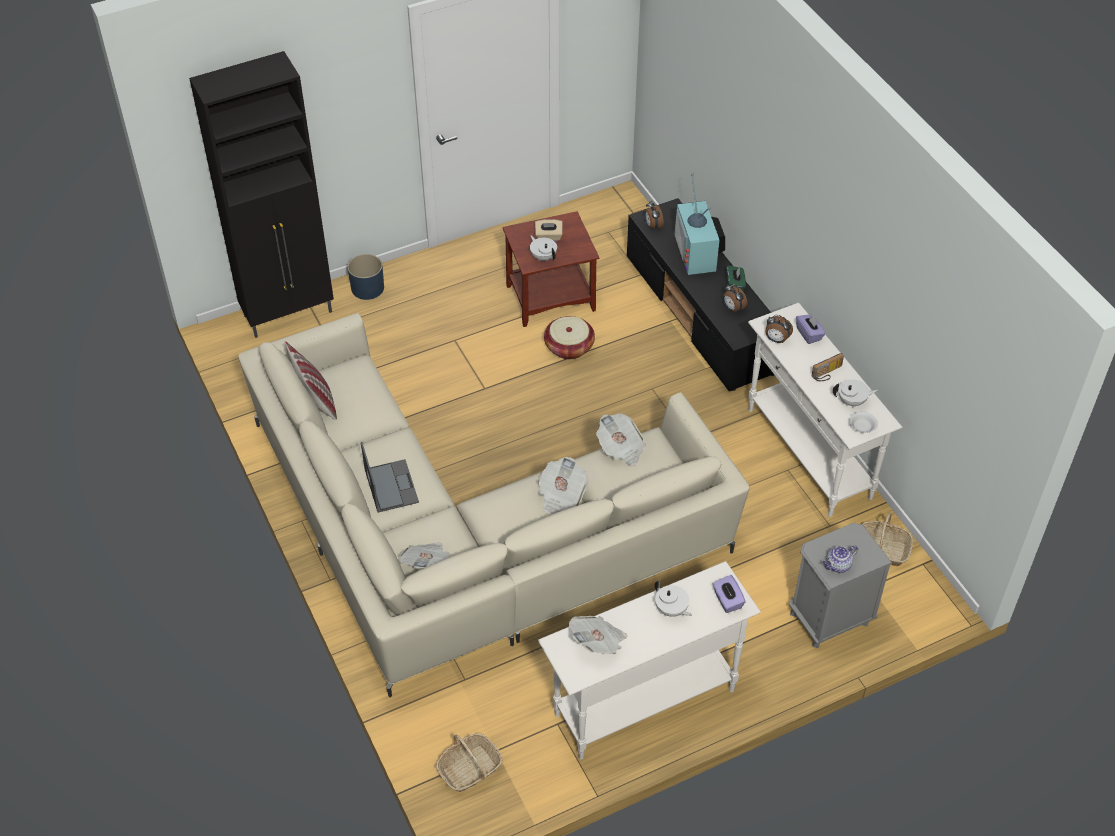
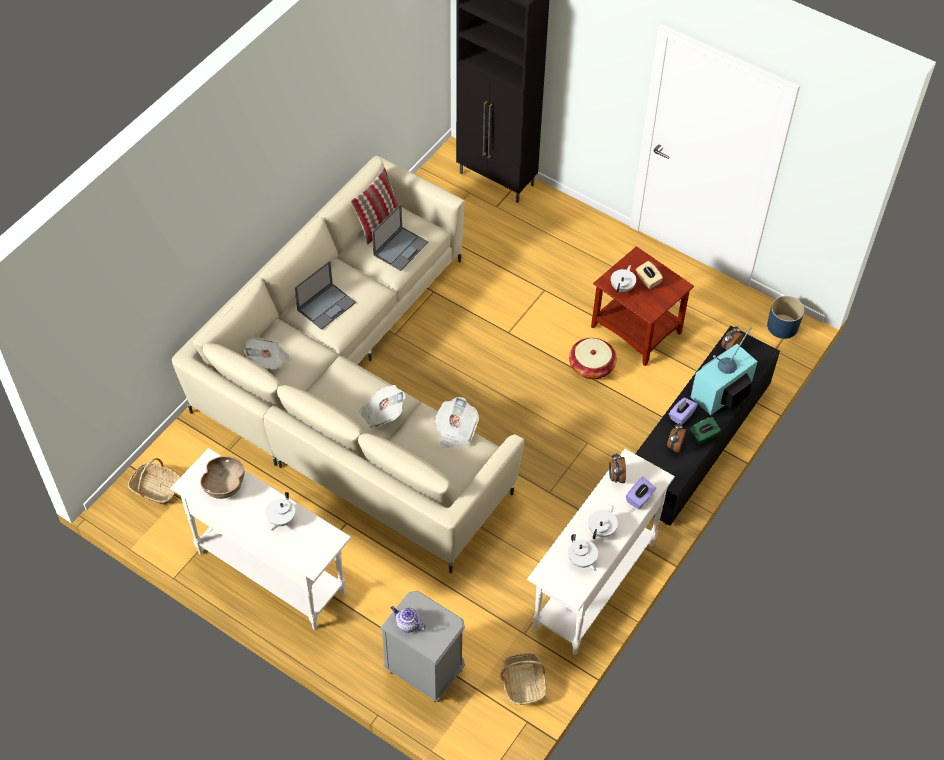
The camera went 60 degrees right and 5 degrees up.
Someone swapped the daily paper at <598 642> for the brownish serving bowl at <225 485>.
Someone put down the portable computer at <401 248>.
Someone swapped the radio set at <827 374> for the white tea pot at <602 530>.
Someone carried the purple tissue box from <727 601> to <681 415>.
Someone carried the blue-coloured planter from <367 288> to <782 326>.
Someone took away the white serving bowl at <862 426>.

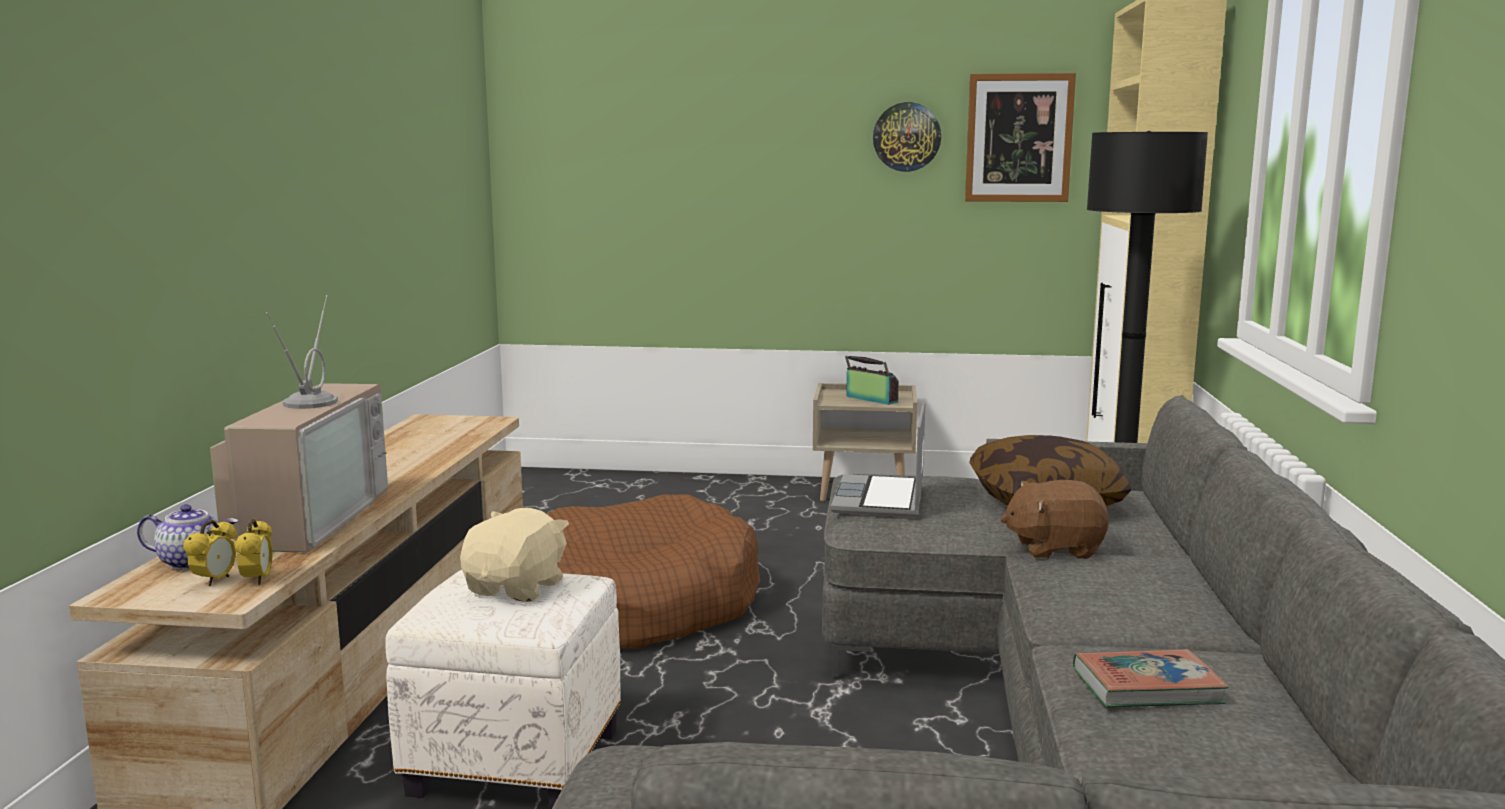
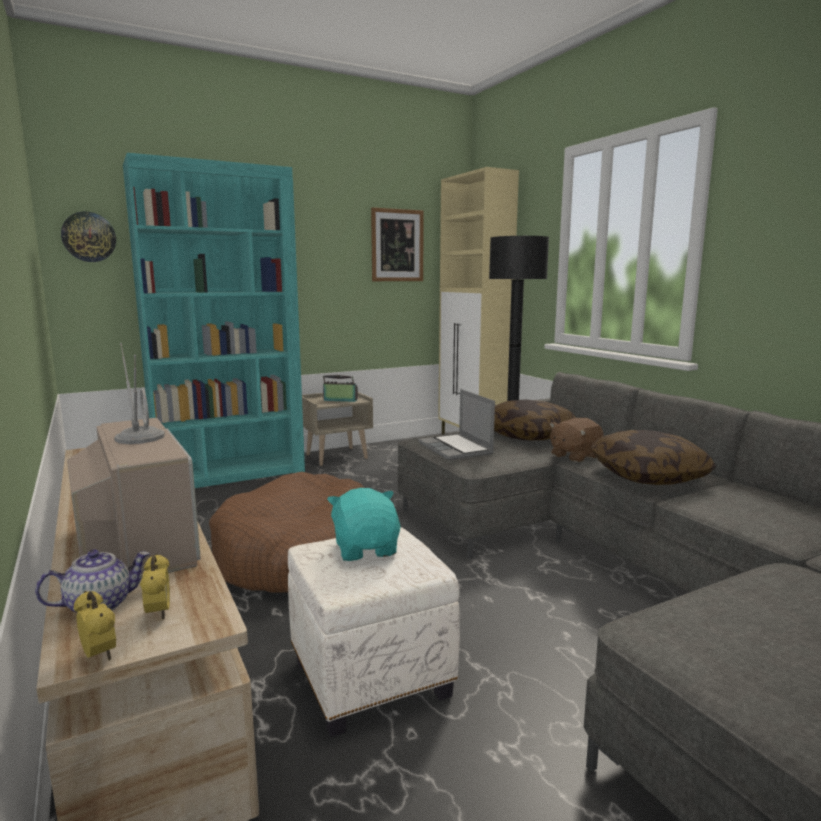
The camera went 35 degrees left and 0 degrees up.
Someone carried the clock on the wall from <906 137> to <89 237>.
Someone carried the alarm clock from <258 580> to <100 656>.
Someone put down the turquoise-coloured shelving unit at <230 473>.
Someone repainted the sand-coloured cuddly toy at <517 588>, which became the turquoise-coloured cuddly toy at <366 549>.
Someone put down the pillow at <648 475>.
Someone took away the book at <1147 687>.

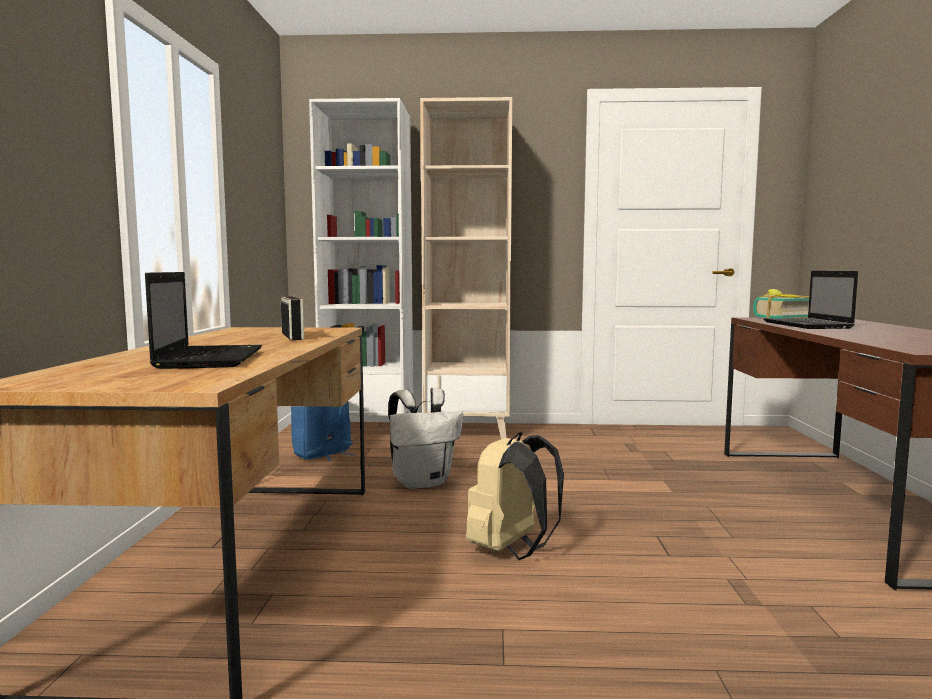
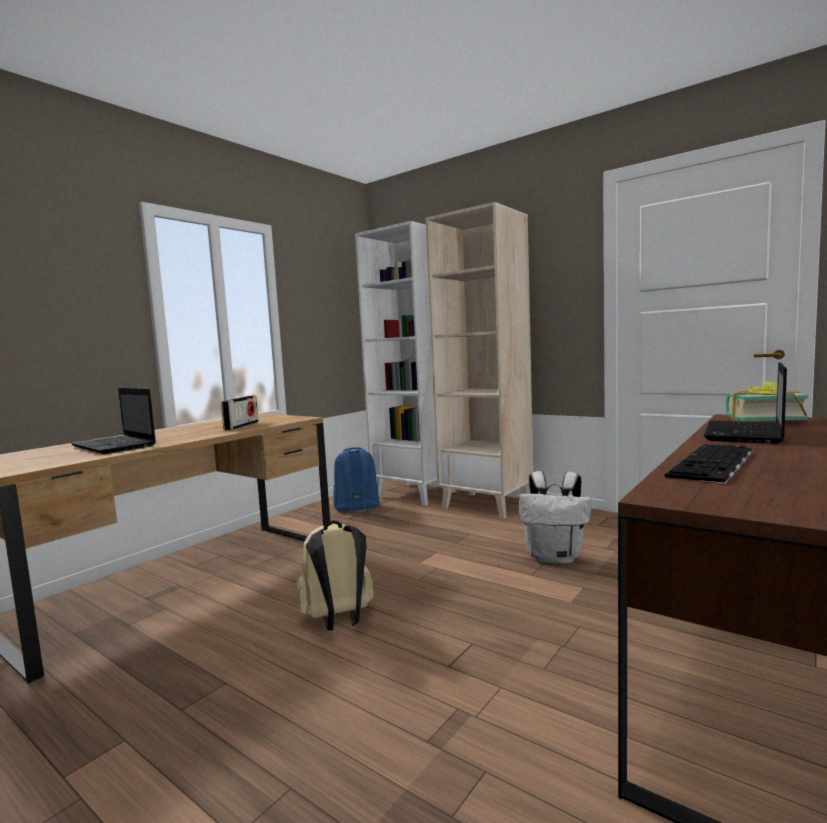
The camera went 35 degrees right and 0 degrees up.
Someone rotated the portable computer at <210 358> by 105 degrees clockwise.
Someone carried the white backpack from <422 482> to <555 557>.
Someone put down the computer keyboard at <713 464>.

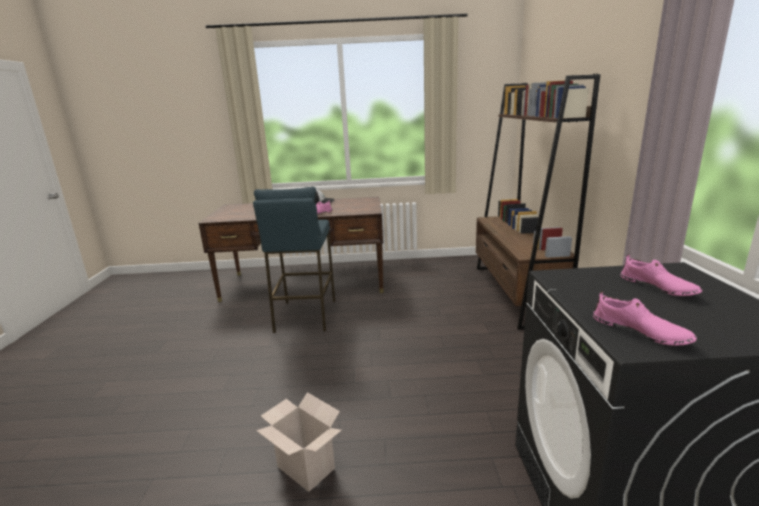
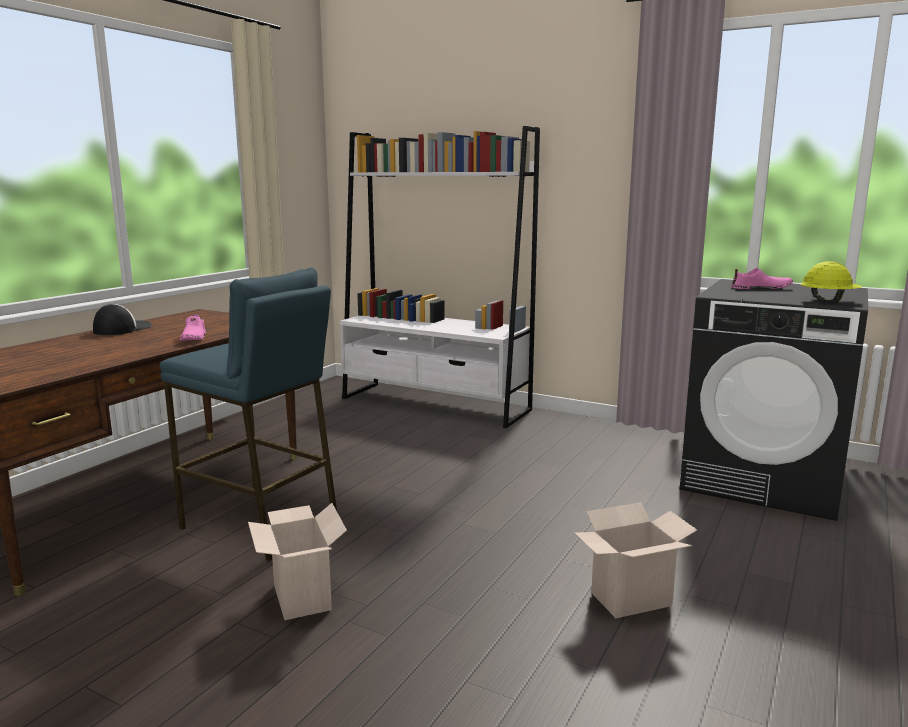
The camera went 60 degrees left and 5 degrees down.
Someone put down the cardboard box at <299 597>.
Someone repainted the brownish shelving unit at <516 293>, which became the white shelving unit at <435 404>.
Someone swapped the pink-coloured item of footwear at <639 331> for the yellowish hard hat at <828 301>.

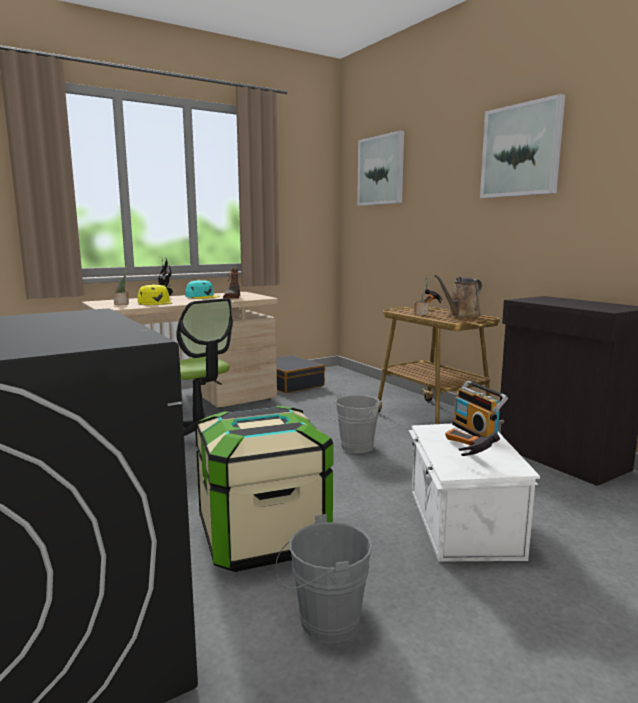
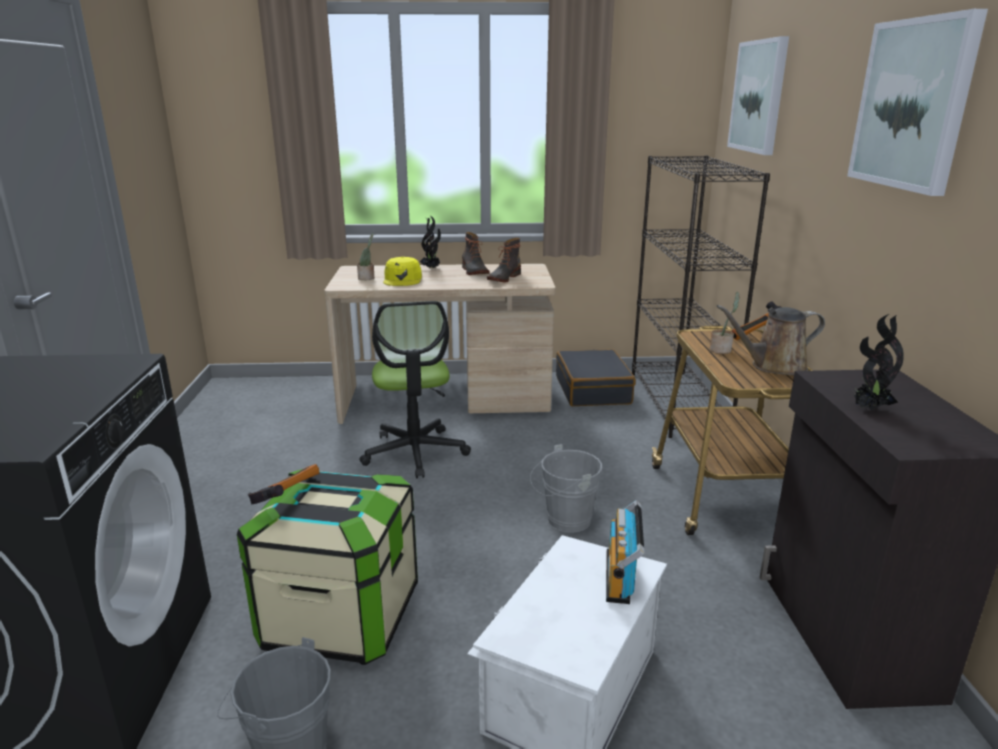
The camera went 30 degrees right and 10 degrees up.
Someone carried the hand hammer from <462 452> to <284 497>.
Someone swapped the turquoise-coloured baseball cap at <202 296> for the high-top boot at <473 271>.
Someone put down the black shelving unit at <678 402>.
Someone put down the potted plant at <869 409>.

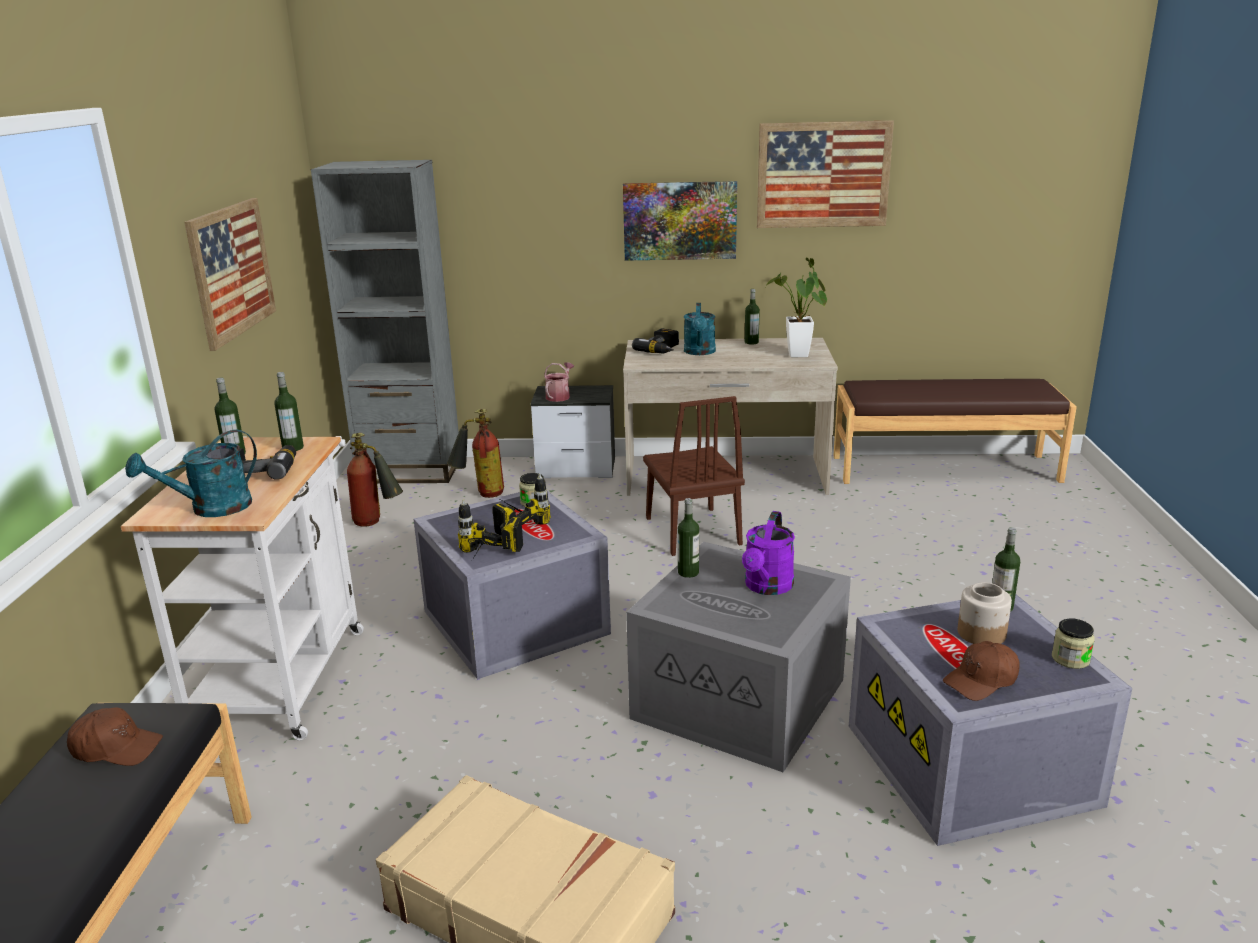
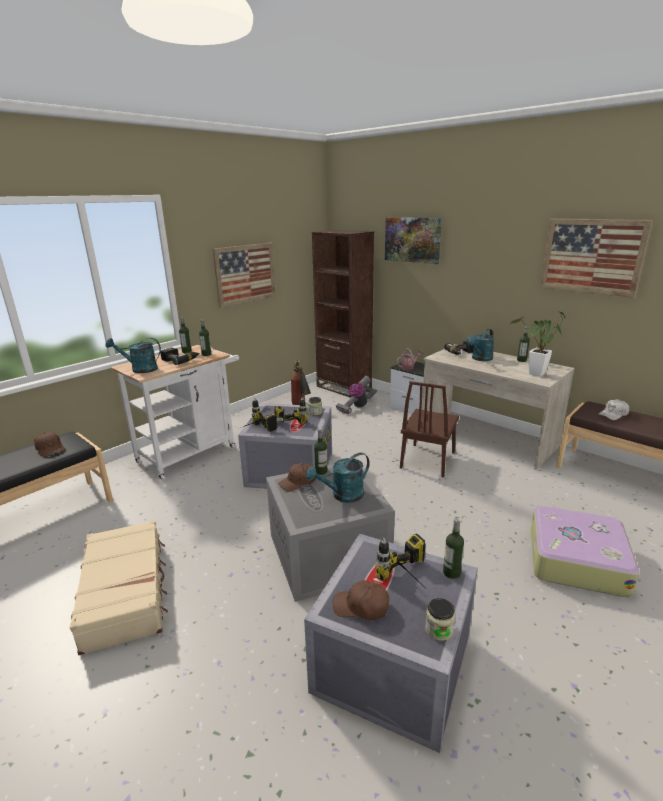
The camera went 40 degrees right and 0 degrees up.
Someone put down the brownish baseball cap at <298 482>.
Someone repainted the purple watering pot at <767 587>, which became the turquoise-coloured watering pot at <342 496>.
Someone repainted the gray shelving unit at <410 470>, which became the brownish shelving unit at <343 387>.
Someone swapped the fire-fighting cylinder at <480 493> for the vacuum cleaner at <357 406>.
Someone swapped the preserve jar at <981 634> for the drill at <410 581>.
Someone carried the wall art from <680 220> to <412 240>.
Someone put down the piece of luggage at <575 559>.
Someone put down the white baseball cap at <613 414>.

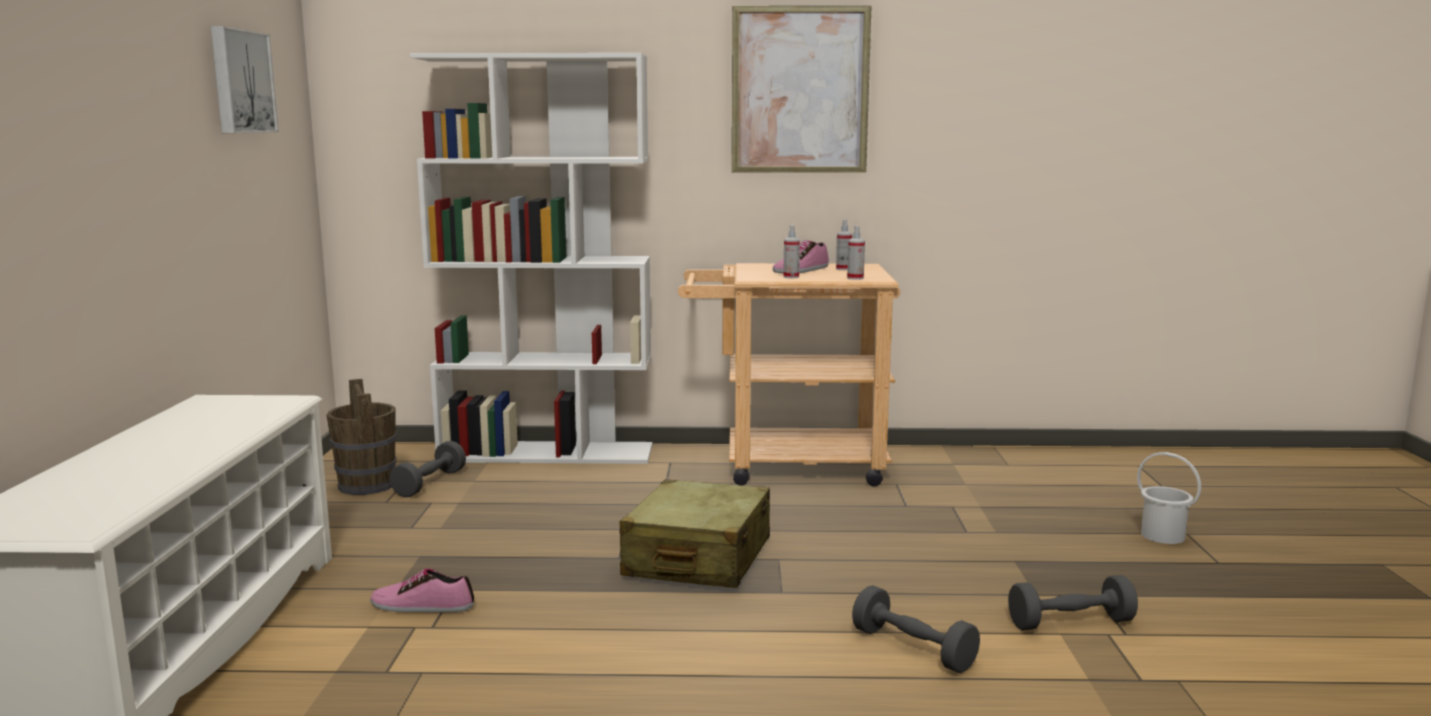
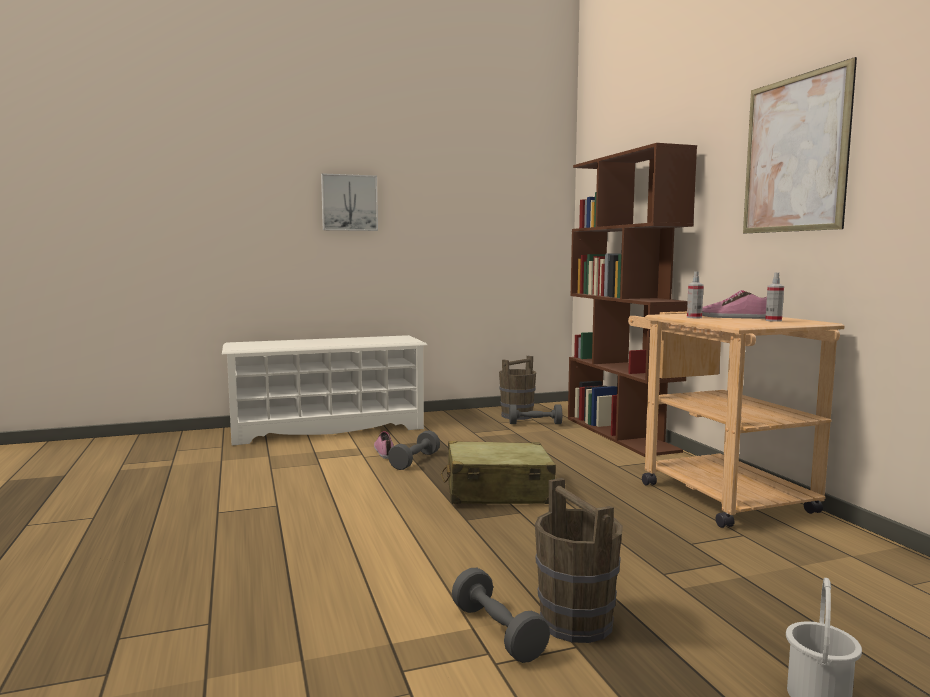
The camera went 70 degrees right and 5 degrees down.
Someone carried the wall art from <240 82> to <349 203>.
Someone carried the gray free weight from <913 649> to <415 461>.
Someone put down the brownish bucket at <576 621>.
Someone repainted the white shelving unit at <548 453>, which became the brownish shelving unit at <621 434>.
Someone took away the sprayer at <855 278>.

